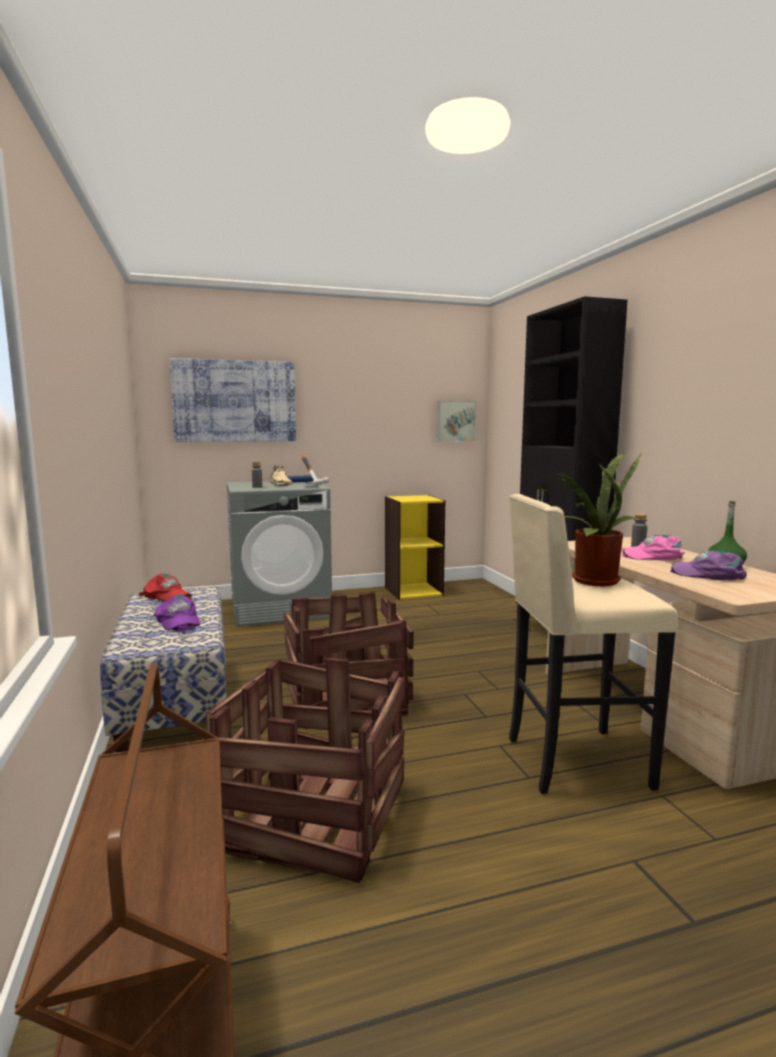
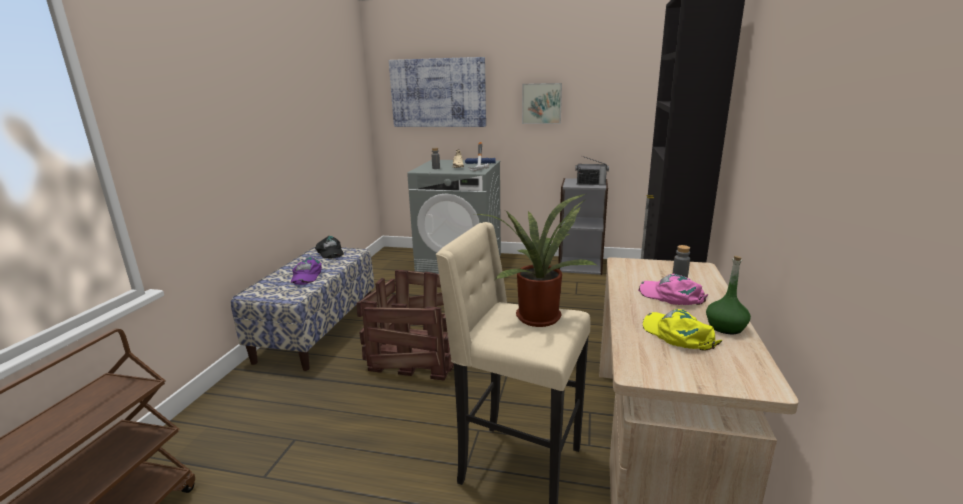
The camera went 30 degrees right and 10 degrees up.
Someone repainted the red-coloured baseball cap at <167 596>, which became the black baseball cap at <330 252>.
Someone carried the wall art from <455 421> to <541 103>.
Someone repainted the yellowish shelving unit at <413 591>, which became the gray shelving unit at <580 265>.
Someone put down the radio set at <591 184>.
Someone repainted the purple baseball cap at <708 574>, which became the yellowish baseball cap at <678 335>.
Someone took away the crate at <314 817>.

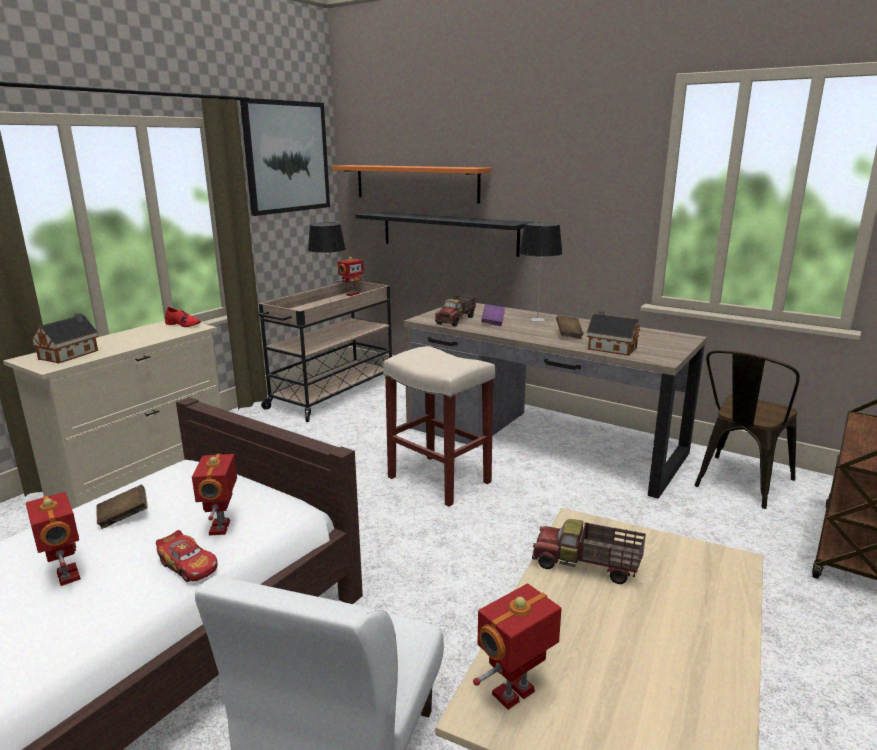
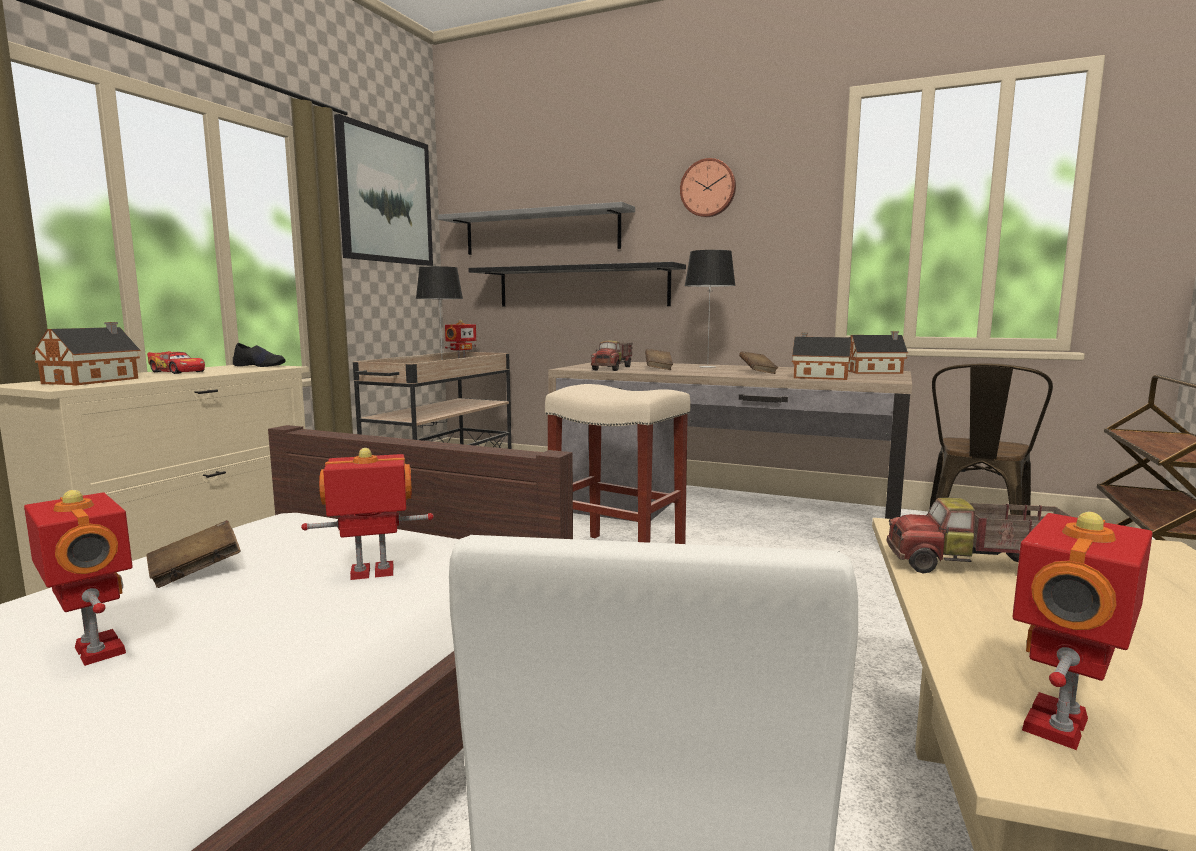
The camera went 10 degrees left and 10 degrees down.
Someone carried the miniature car from <188 565> to <177 372>.
Someone repainted the red-coloured item of footwear at <183 324>, which became the black item of footwear at <260 366>.
Someone rotated the model robot at <221 528> by 90 degrees clockwise.
Someone repainted the orange-coloured bracket shelf at <416 183>, which became the gray bracket shelf at <540 232>.
Someone repainted the purple book at <493 322>, which became the brownish book at <658 368>.
Someone put up the clock on the wall at <708 188>.
Someone put down the toy house at <876 372>.

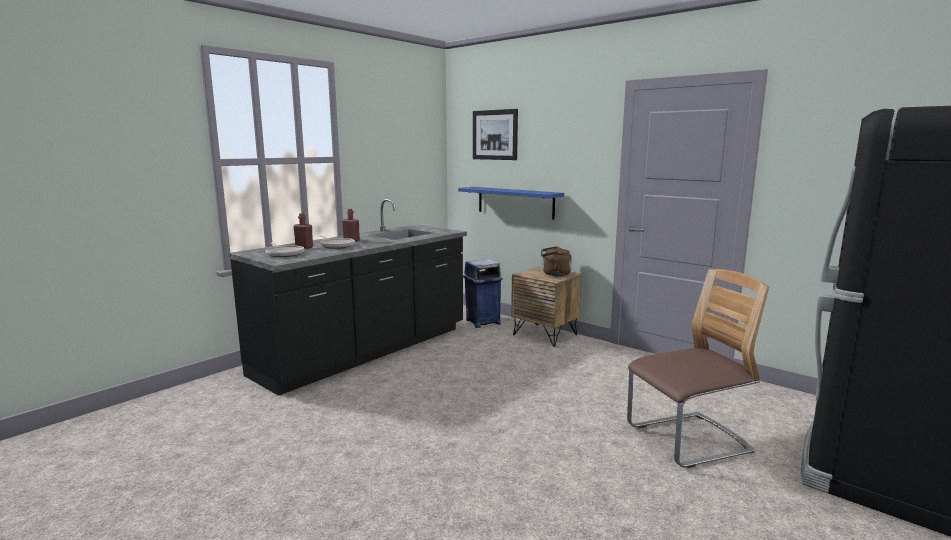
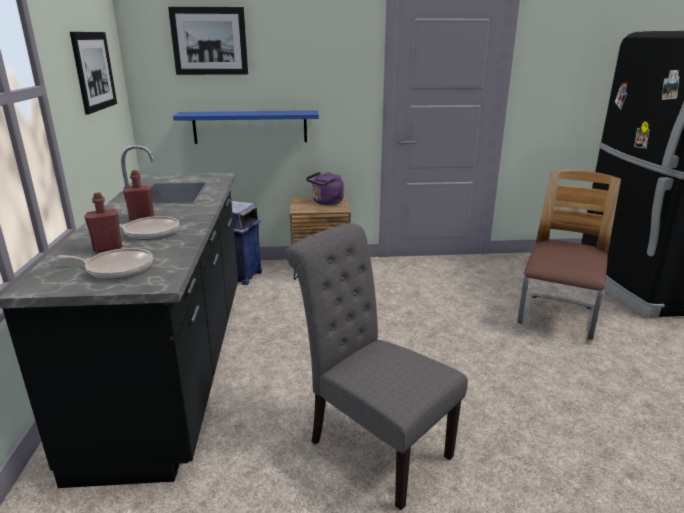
The camera went 45 degrees left and 10 degrees up.
Someone put up the wall art at <94 71>.
Someone put down the gray plain chair at <372 445>.
Someone repainted the brownish kettle at <554 274>, which became the purple kettle at <326 202>.

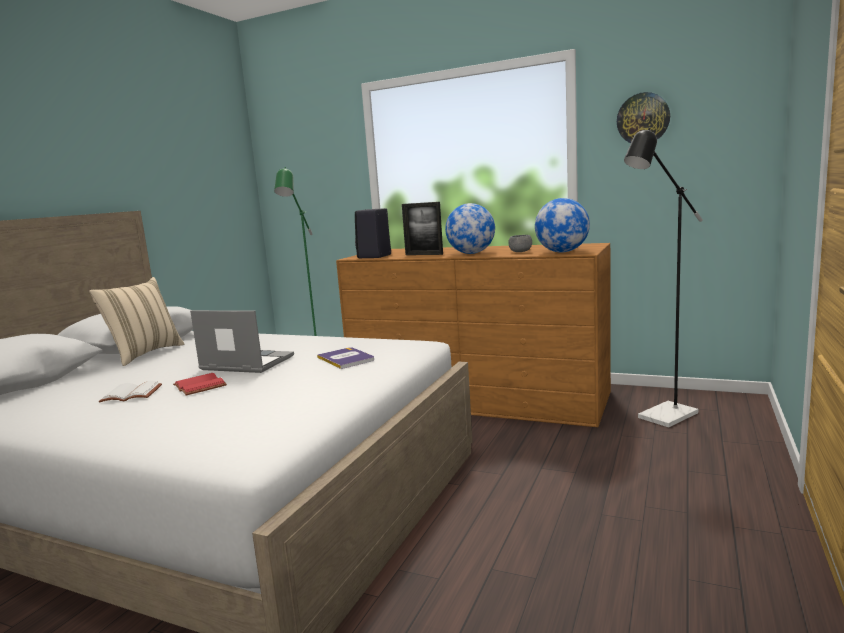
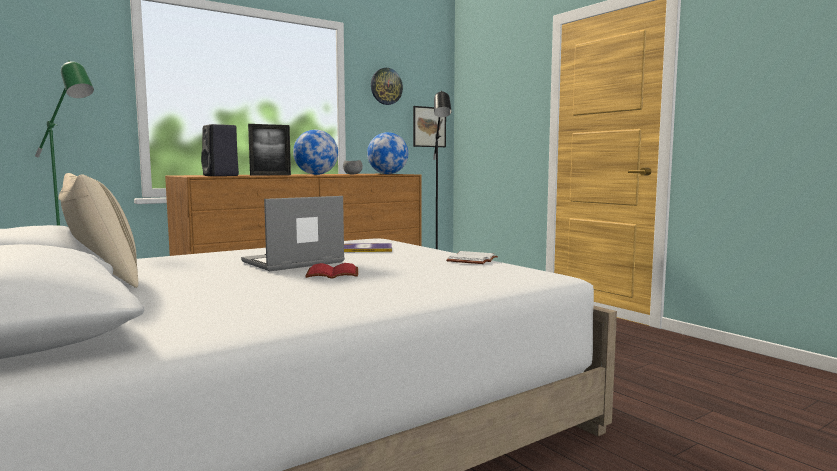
The camera went 60 degrees left and 5 degrees down.
Someone put up the wall art at <429 127>.
Someone carried the white book from <130 395> to <473 260>.

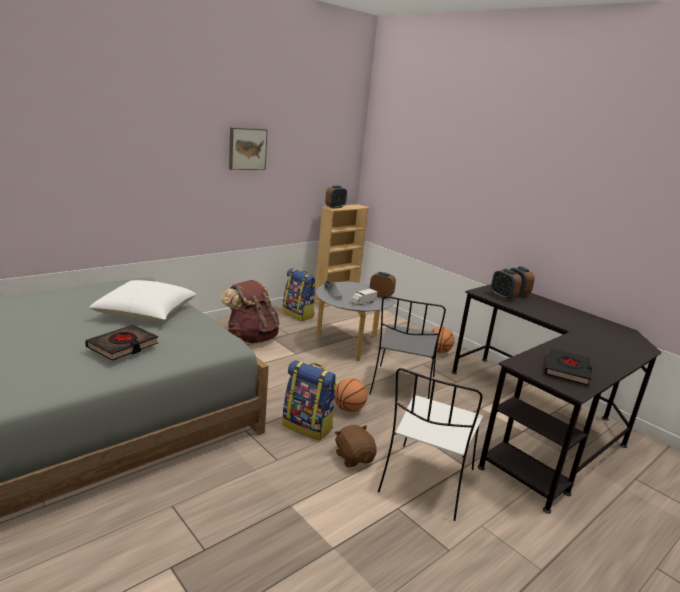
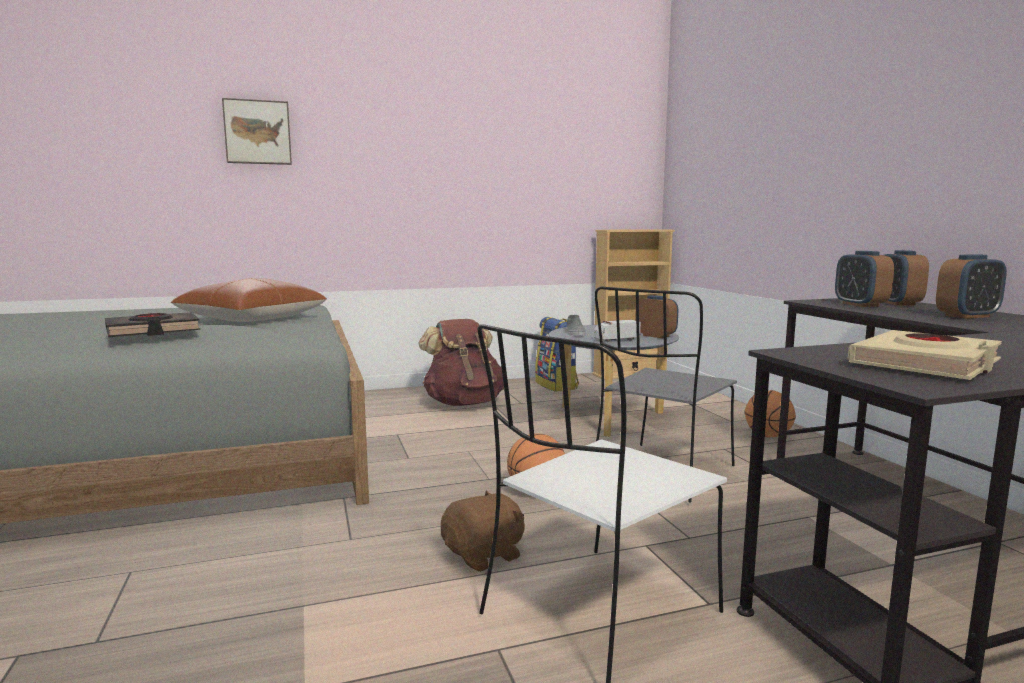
The camera went 25 degrees right and 10 degrees down.
Someone repainted the white pillow at <146 312>, which became the brownish pillow at <252 319>.
Someone carried the wall art from <247 148> to <258 132>.
Someone rotated the brownish cuddly toy at <354 457> by 60 degrees clockwise.
Someone repainted the black book at <566 370>, which became the sand-coloured book at <925 364>.
Someone carried the alarm clock from <335 207> to <967 316>.
Someone took away the backpack at <308 426>.

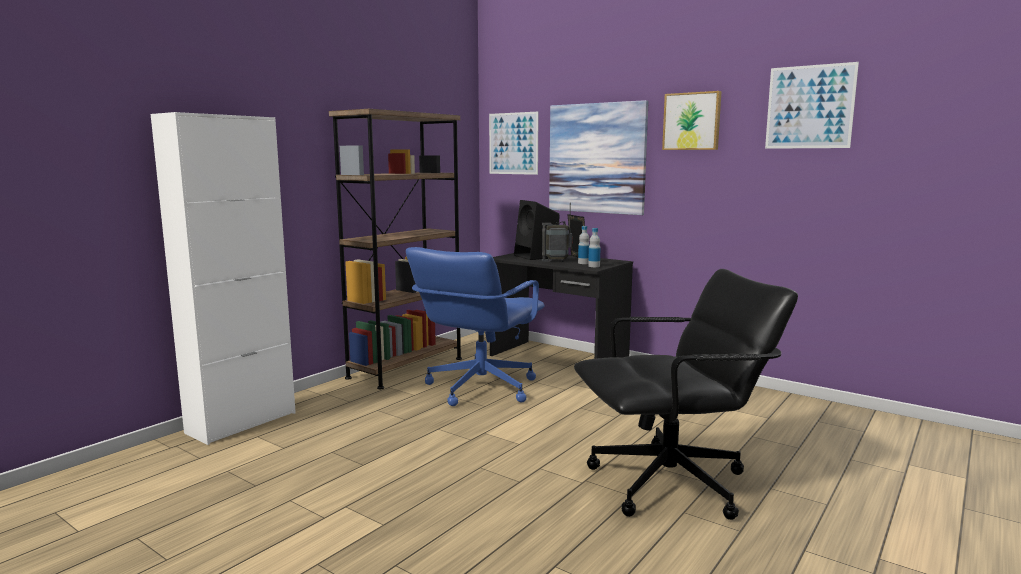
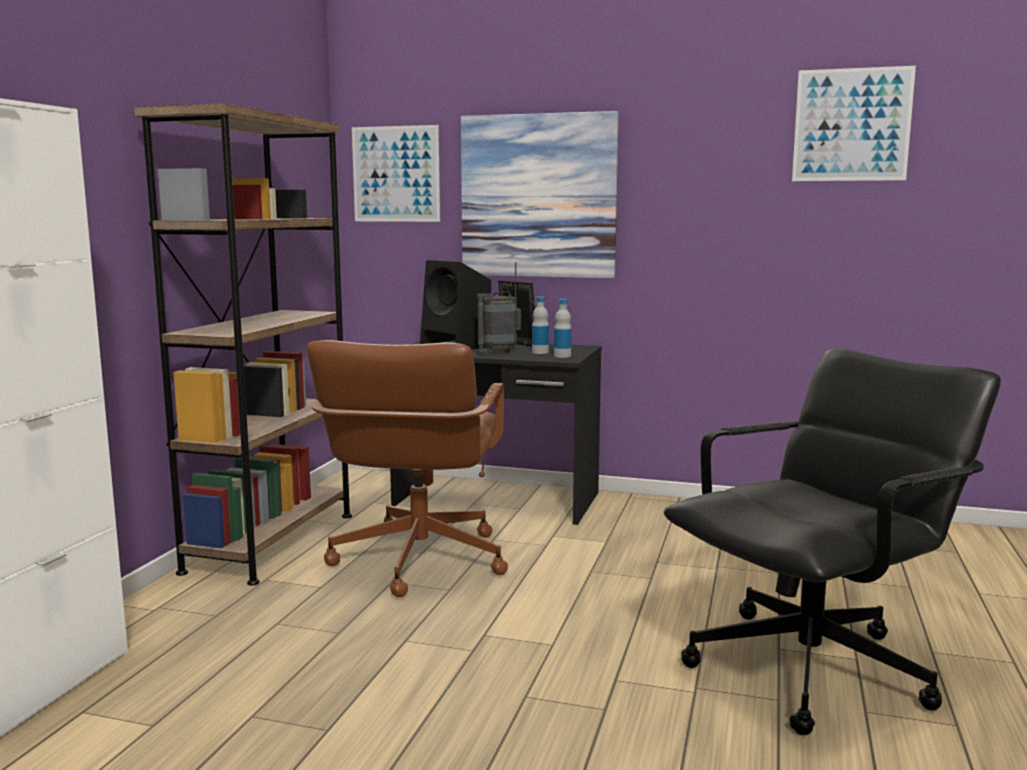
The camera went 20 degrees left and 0 degrees up.
Someone repainted the blue-coloured computer chair at <479 388>, which became the brownish computer chair at <418 560>.
Someone took away the wall art at <692 121>.

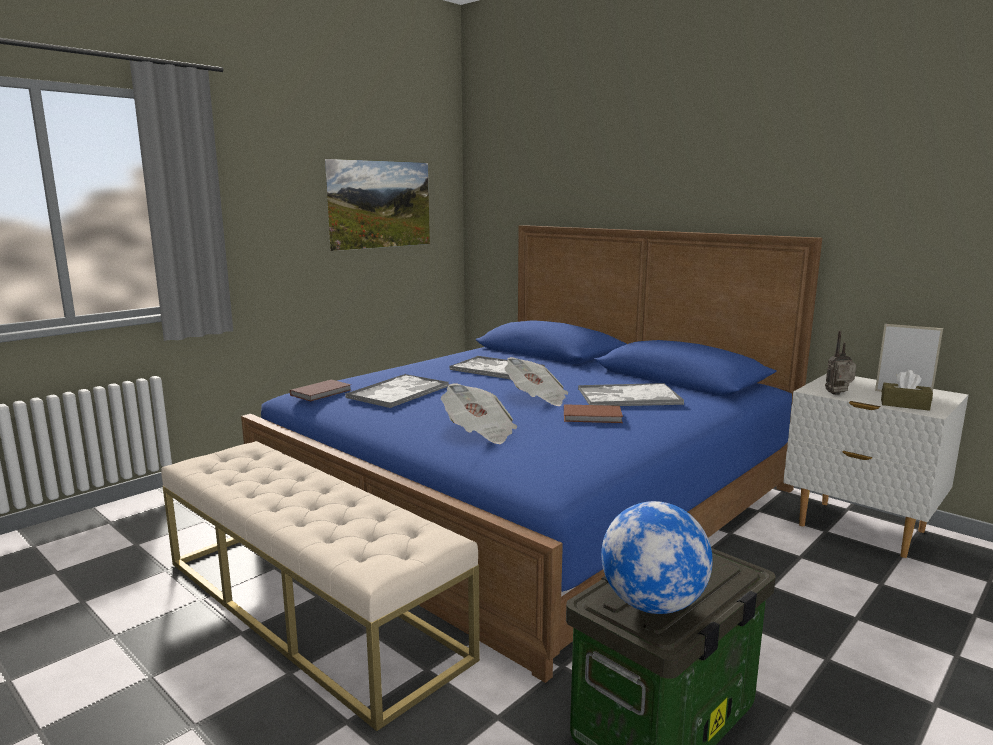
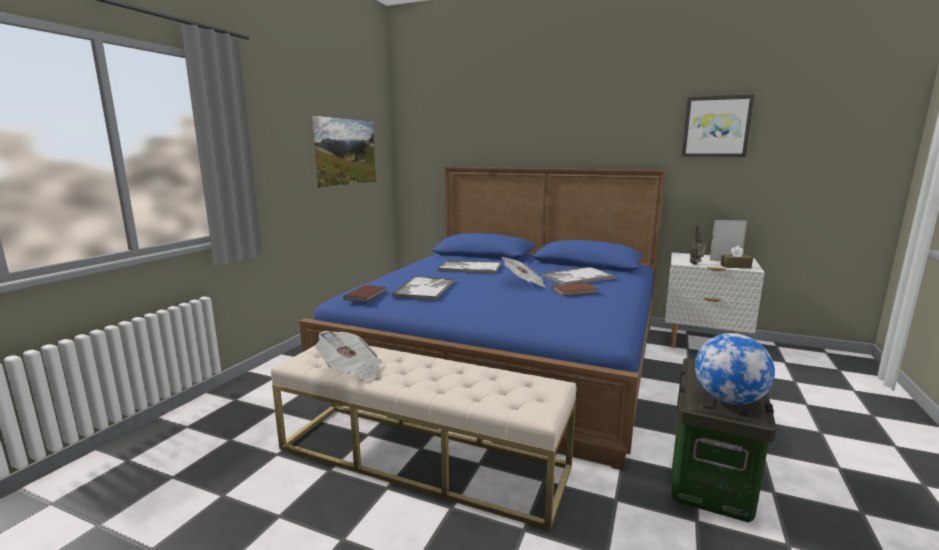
The camera went 20 degrees left and 0 degrees up.
Someone carried the daily paper from <479 432> to <351 370>.
Someone put up the wall art at <716 126>.

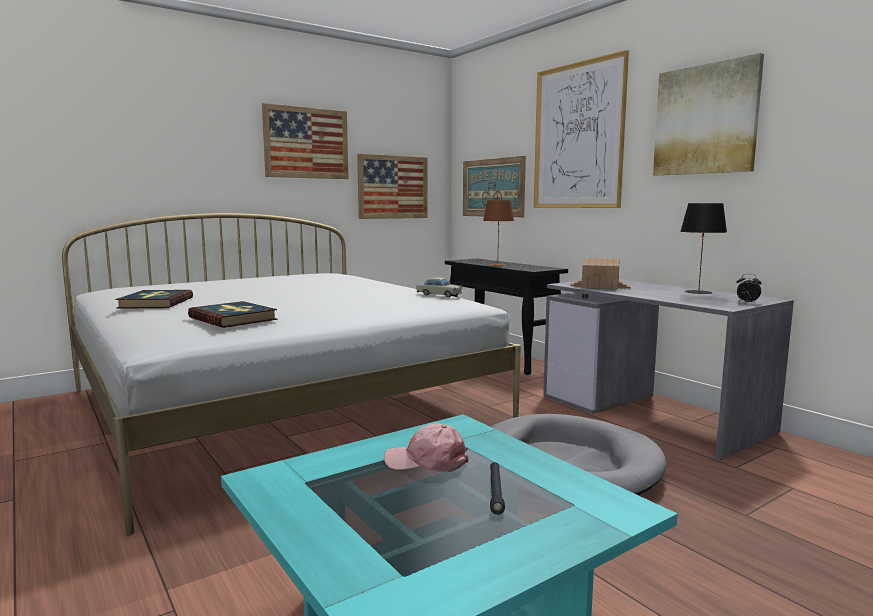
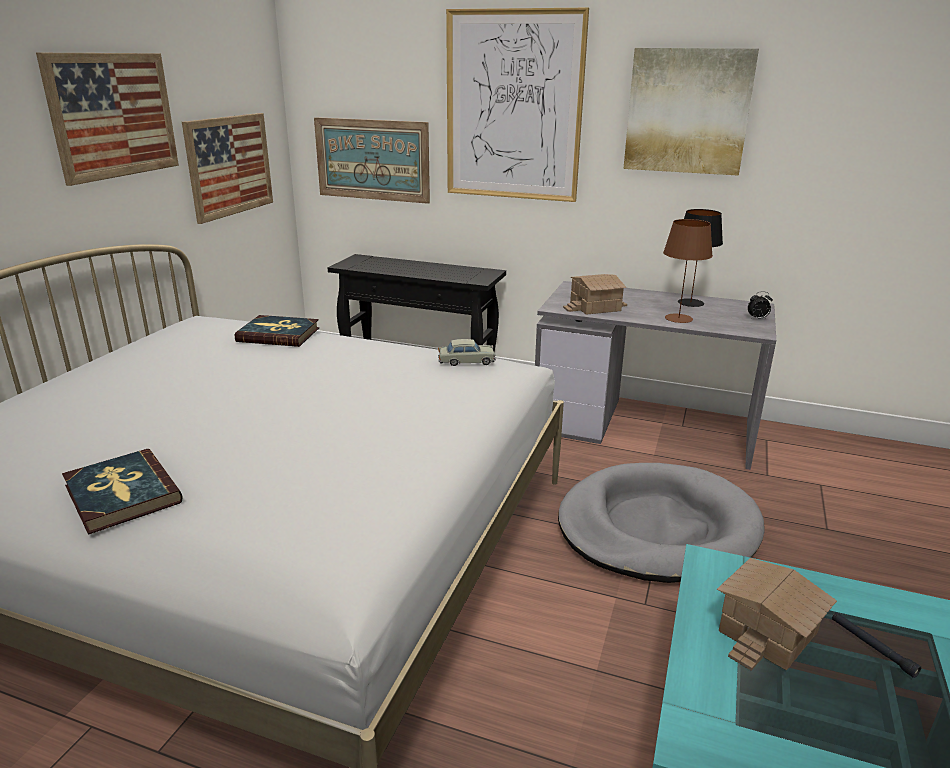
The camera went 35 degrees left and 15 degrees up.
Someone carried the book from <233 318> to <279 334>.
Someone carried the brownish tabletop lamp from <497 264> to <678 318>.
Someone swapped the pink-coloured baseball cap at <427 461> for the toy house at <770 633>.

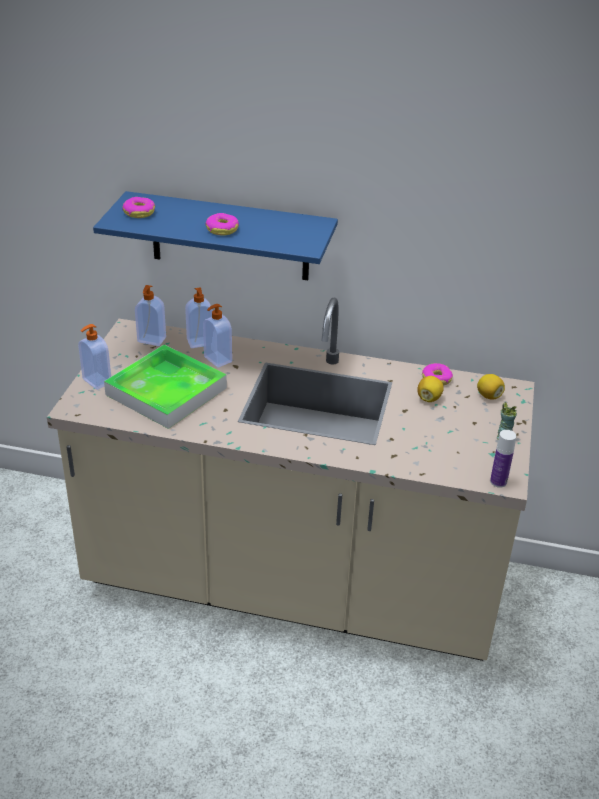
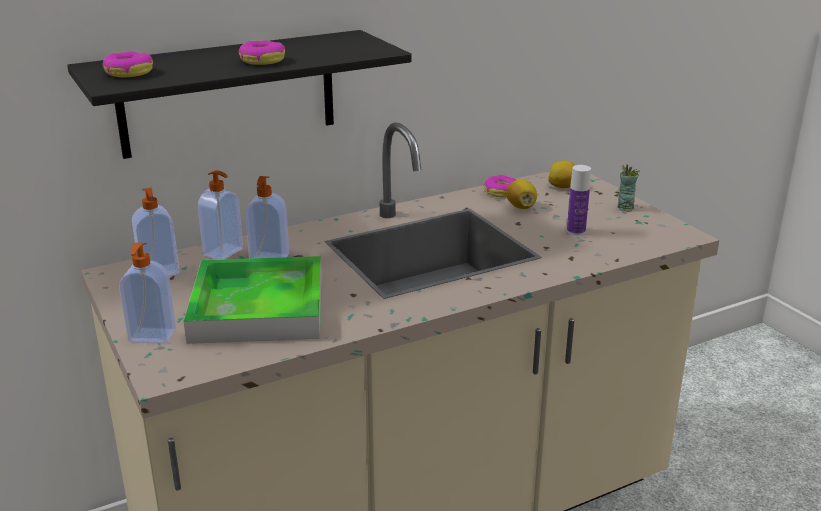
The camera went 40 degrees left and 10 degrees down.
Someone repainted the blue-coloured bracket shelf at <230 237>, which became the black bracket shelf at <228 93>.
Someone carried the beverage bottle from <498 482> to <576 231>.

